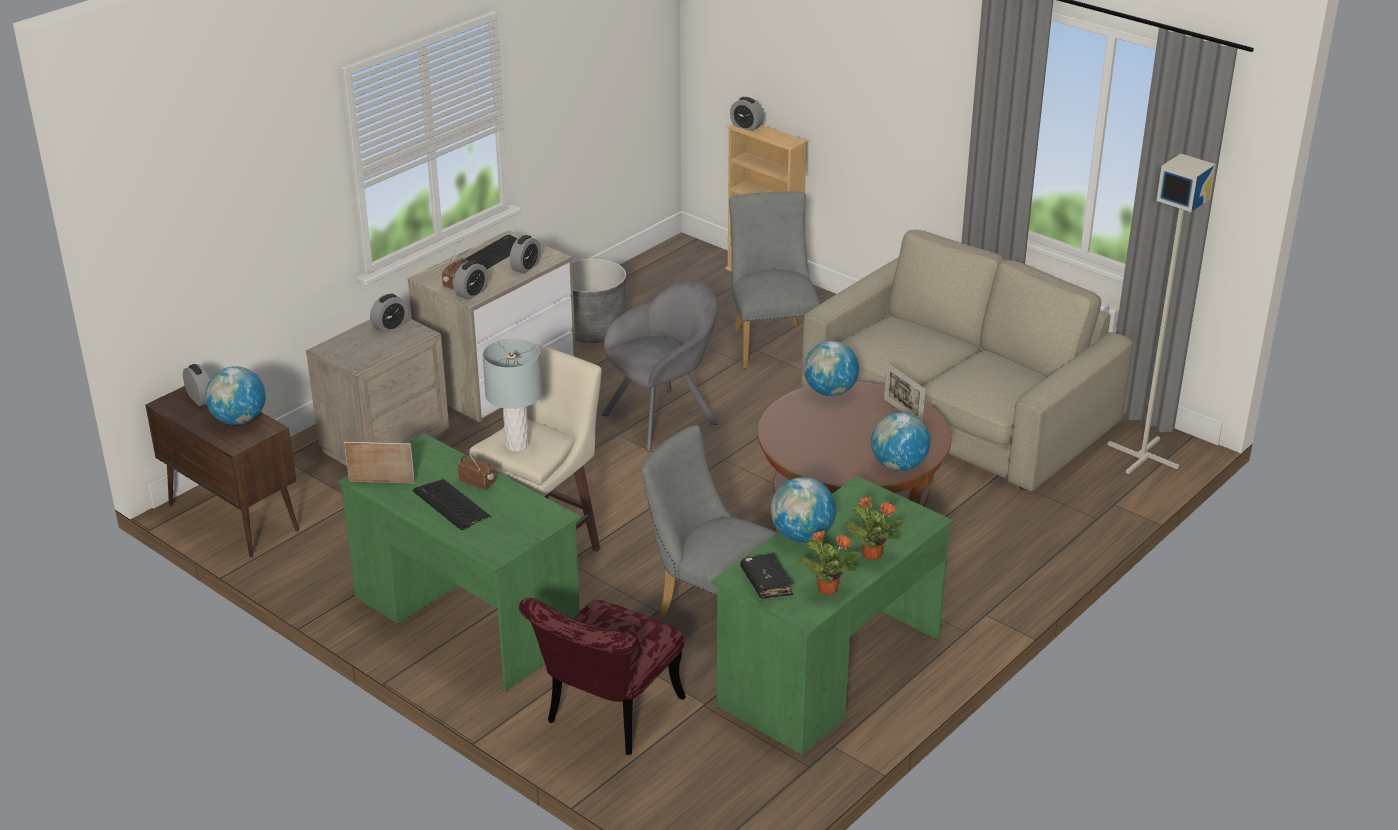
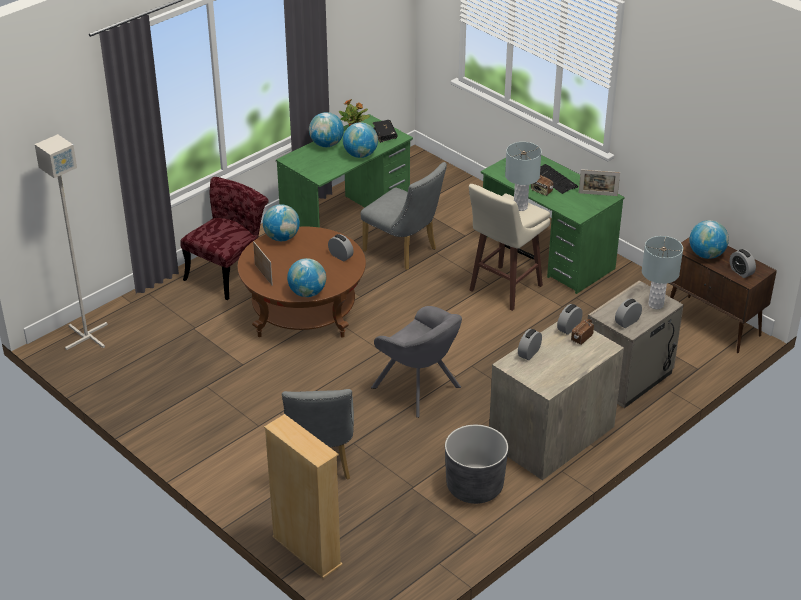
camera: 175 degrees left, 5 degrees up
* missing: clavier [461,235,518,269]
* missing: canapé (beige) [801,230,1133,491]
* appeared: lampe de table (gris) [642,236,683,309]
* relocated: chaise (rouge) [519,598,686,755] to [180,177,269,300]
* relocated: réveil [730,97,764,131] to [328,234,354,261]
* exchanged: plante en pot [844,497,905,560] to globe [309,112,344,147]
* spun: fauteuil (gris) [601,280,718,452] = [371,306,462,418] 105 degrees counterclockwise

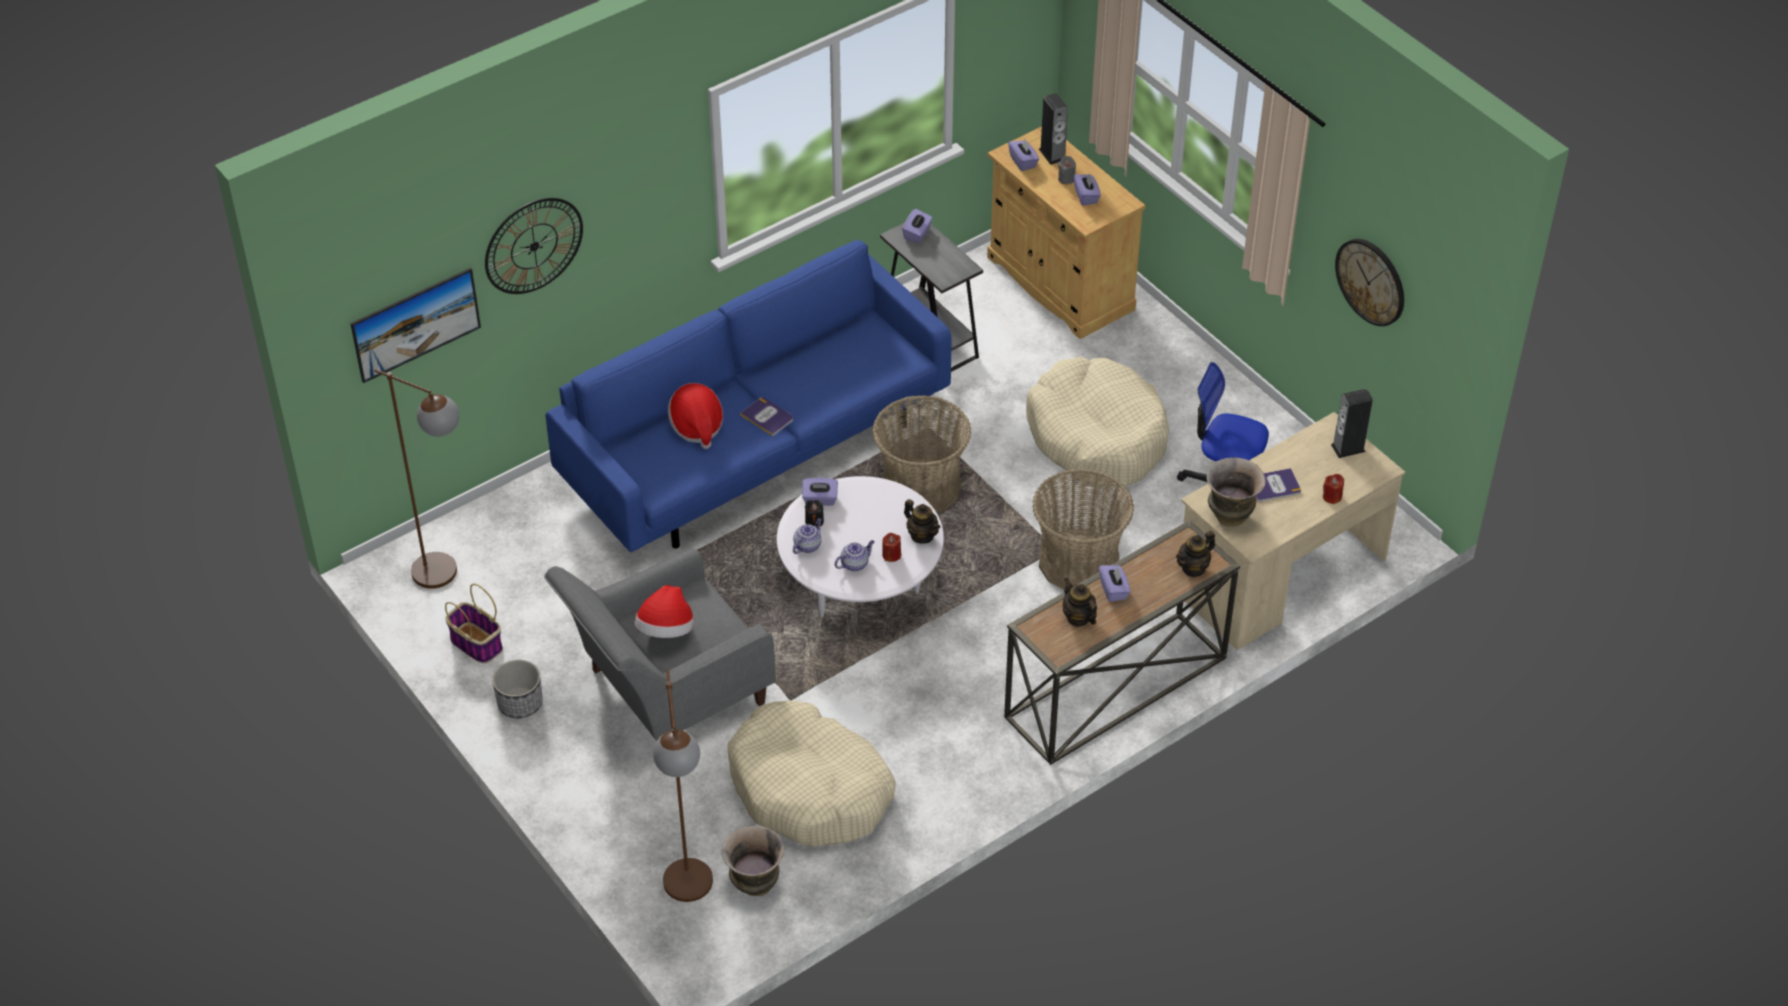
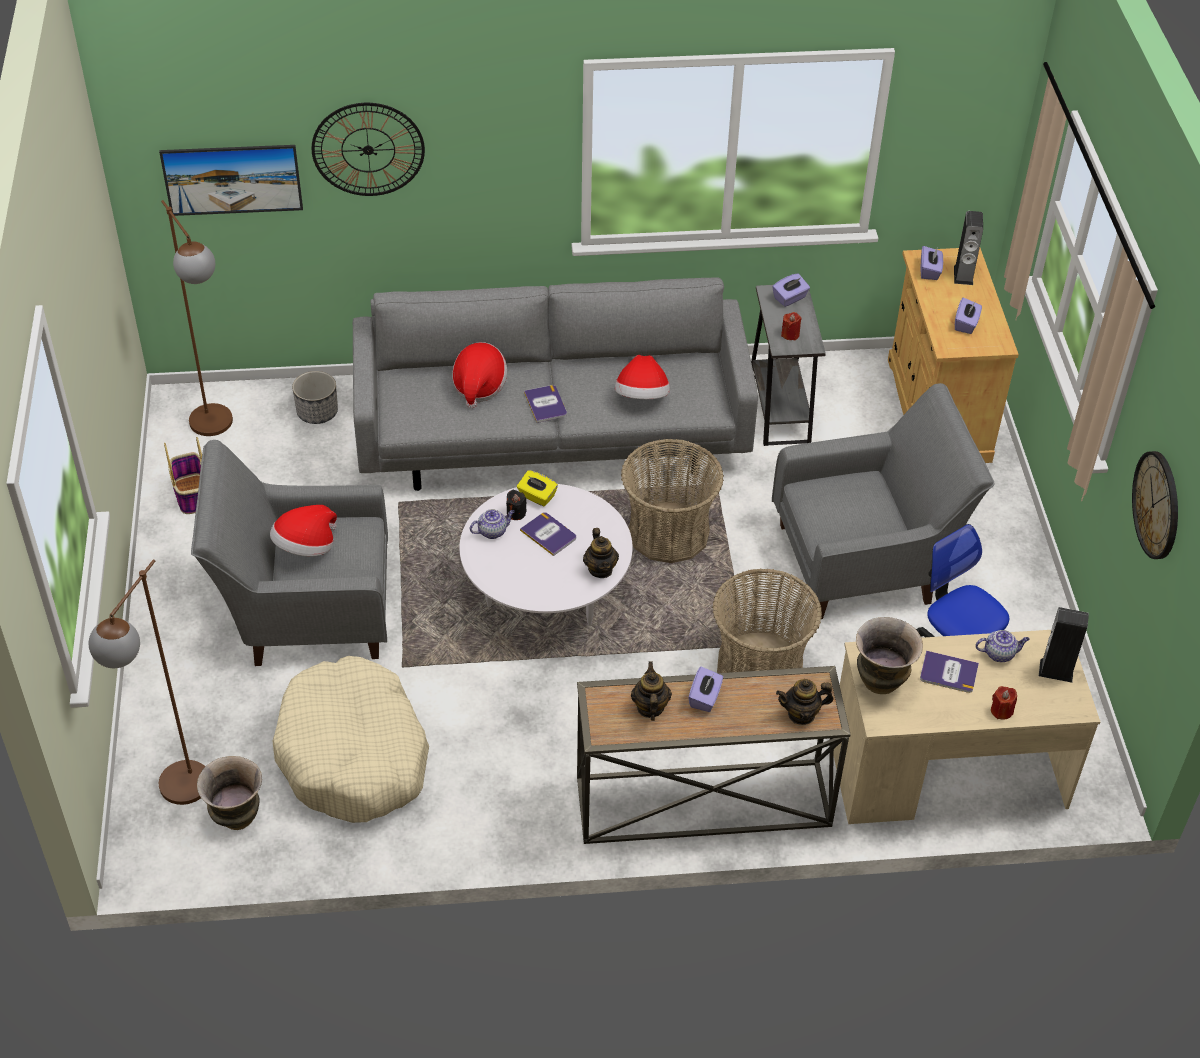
camera: 30 degrees right, 0 degrees up
* missing: bougie (gris) [1058,156,1076,184]
* appeared: livre [520,512,576,556]
* appeared: chapeau [615,355,670,399]
* relocated: cache-pot [492,660,543,718] to [292,371,338,424]
* relocated: théière [835,540,874,571] to [975,630,1030,662]
* relocated: bougie (rouge) [882,533,901,562] to [781,312,802,340]
* exchanged: panier pour chien (beige) [1026,357,1169,487] to fauteuil (gris) [772,383,995,619]
* colour: canapé (bleu) [546,240,952,552] to canapé (gris) [353,277,758,491]
* colour: boîte à mouchoirs (violet) [802,478,838,506] to boîte à mouchoirs (jaune) [517,470,558,506]

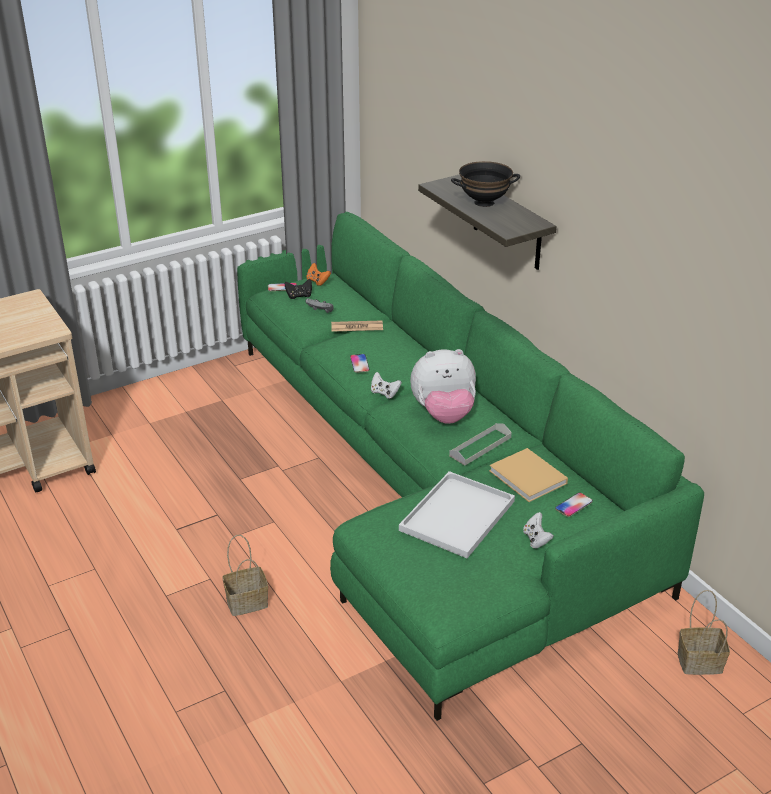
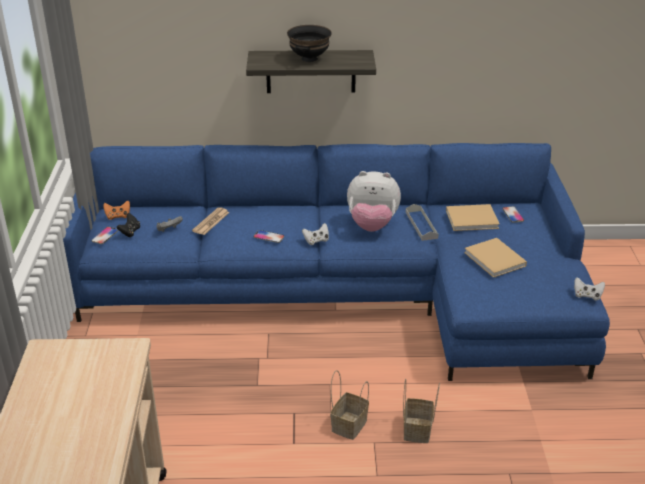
camera: 60 degrees left, 0 degrees up
* relocated: manette (blanc) [523,512,554,549] to [574,277,605,300]
* relocated: panier [678,590,730,675] to [330,370,369,440]
* exchanged: plateau (blanc) [399,471,515,558] to livre (beige) [464,238,527,278]
* colour: canapé (vert) [237,212,704,721] to canapé (bleu) [63,143,610,381]
* spun: peluche [410,349,476,424] = [347,171,401,232] 75 degrees clockwise

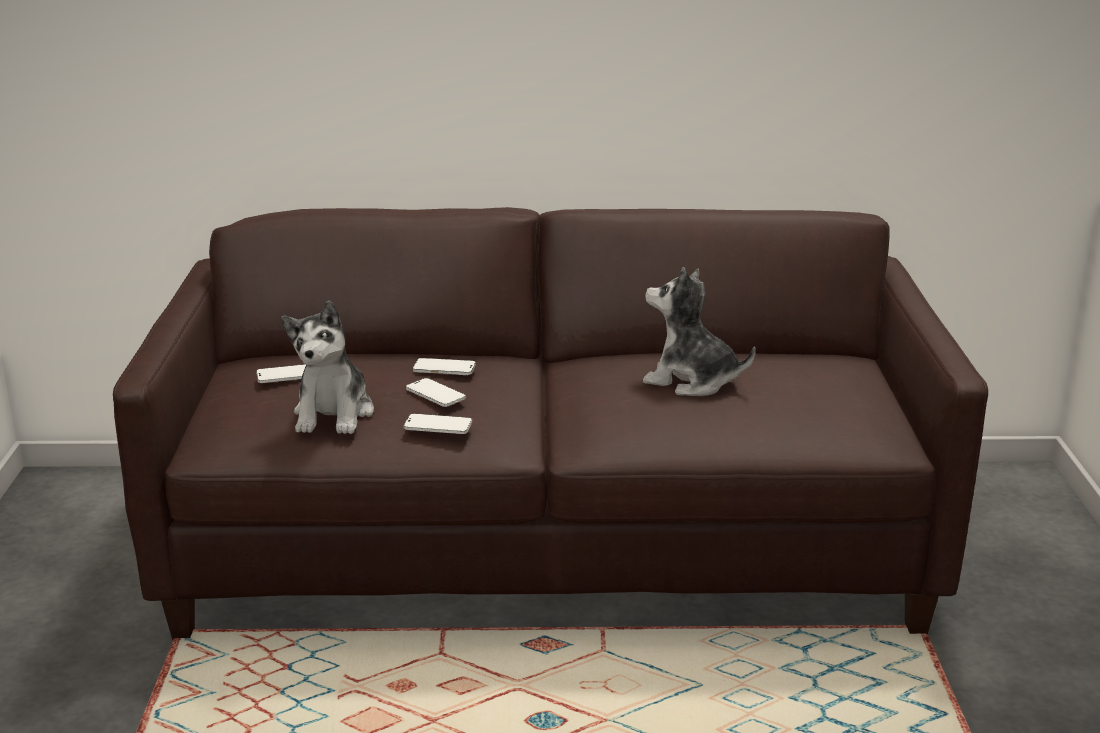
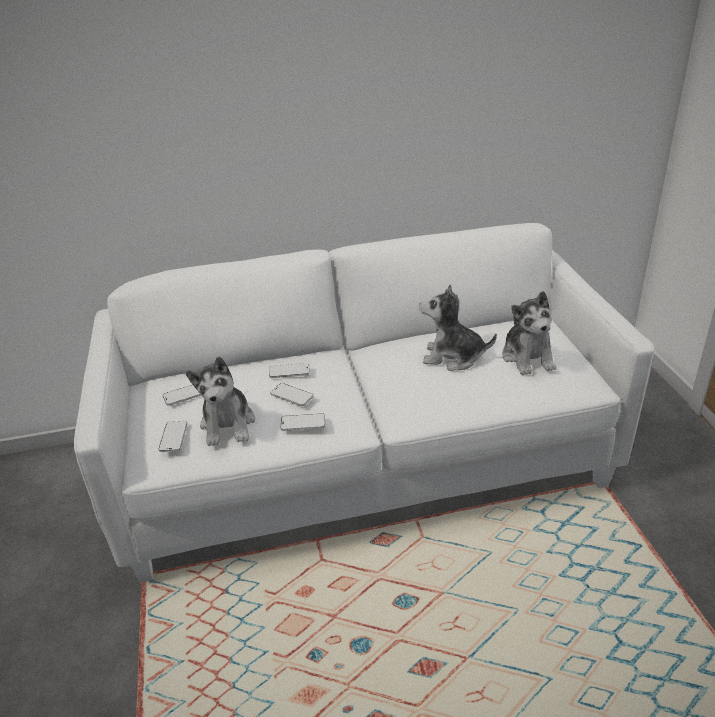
camera: 10 degrees left, 10 degrees up
* appeared: téléphone [158,421,188,452]
* appeared: peluche [502,291,556,375]
* colour: canapé (marron) [113,207,988,640] to canapé (blanc) [74,223,655,583]

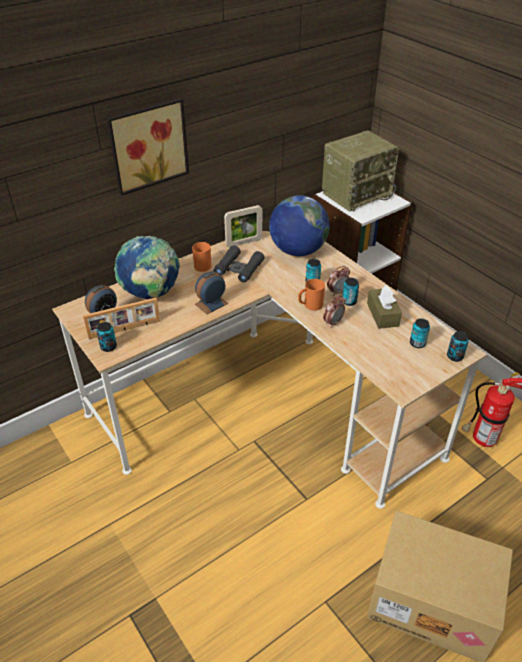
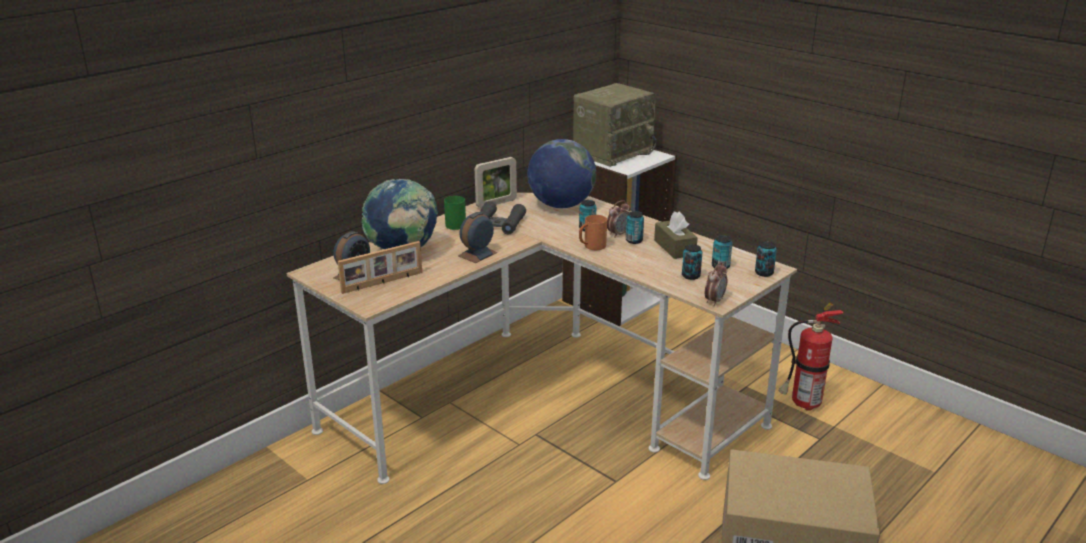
camera: 10 degrees left, 15 degrees down
* missing: tableau [107,98,189,196]
* relocated: boîte métallique [96,322,117,352] to [682,244,702,280]
* relocated: réveil [323,295,345,328] to [705,262,727,306]
* colour: mug (orange) [192,242,212,272] to mug (vert) [444,196,466,230]

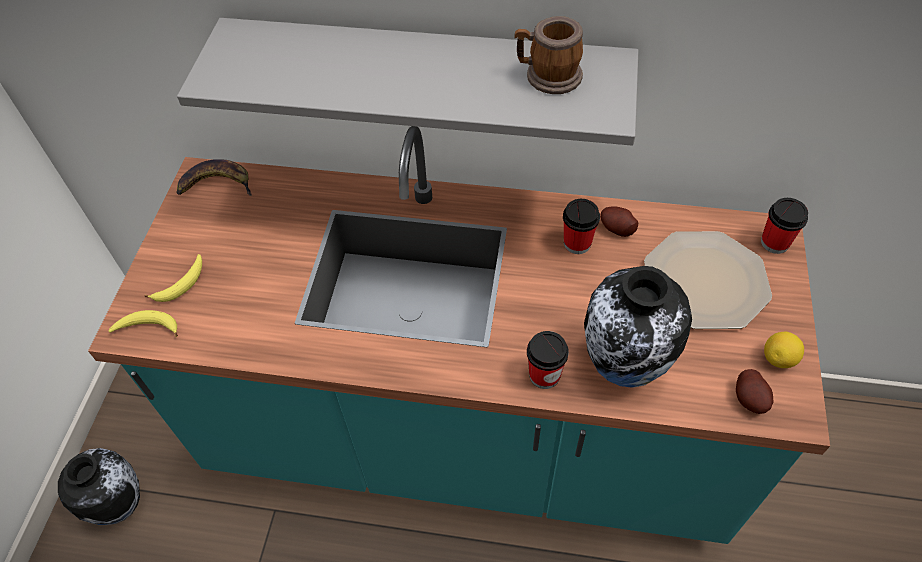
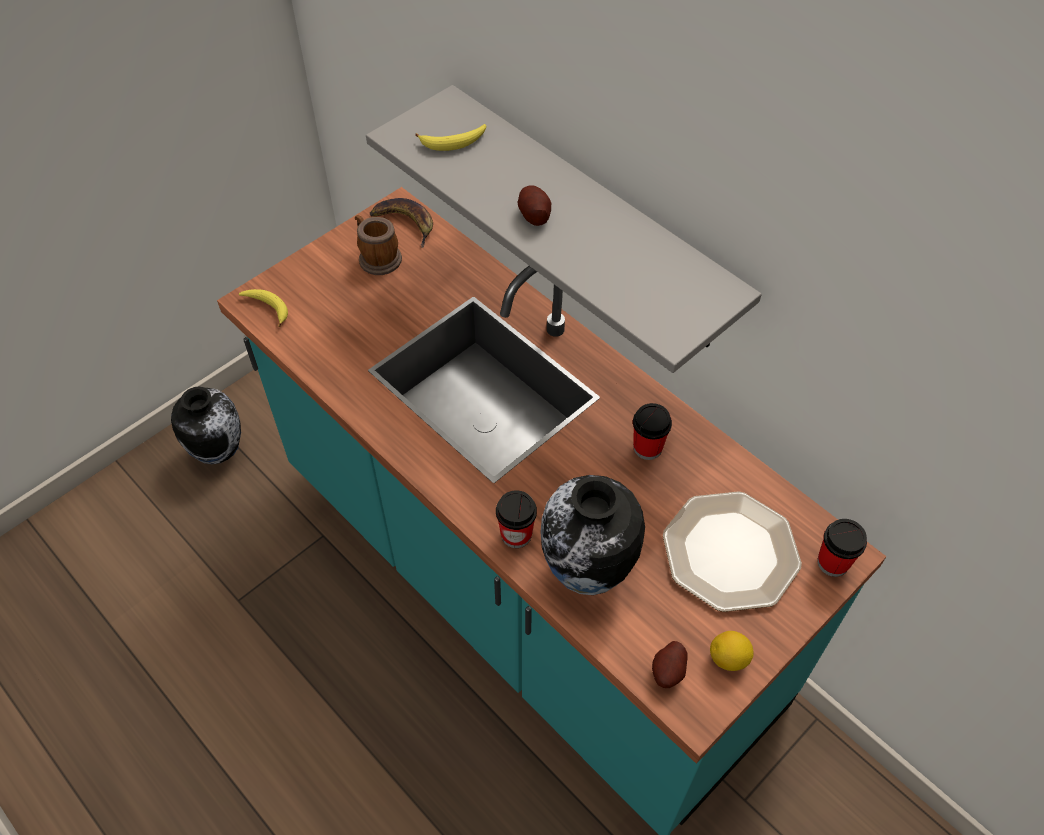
camera: 35 degrees right, 0 degrees up
* relocated: banane [145,254,202,302] to [415,124,486,151]
* relocated: mug [514,16,583,94] to [355,215,402,275]
* relocated: pomme de terre [600,206,638,237] to [517,186,551,226]

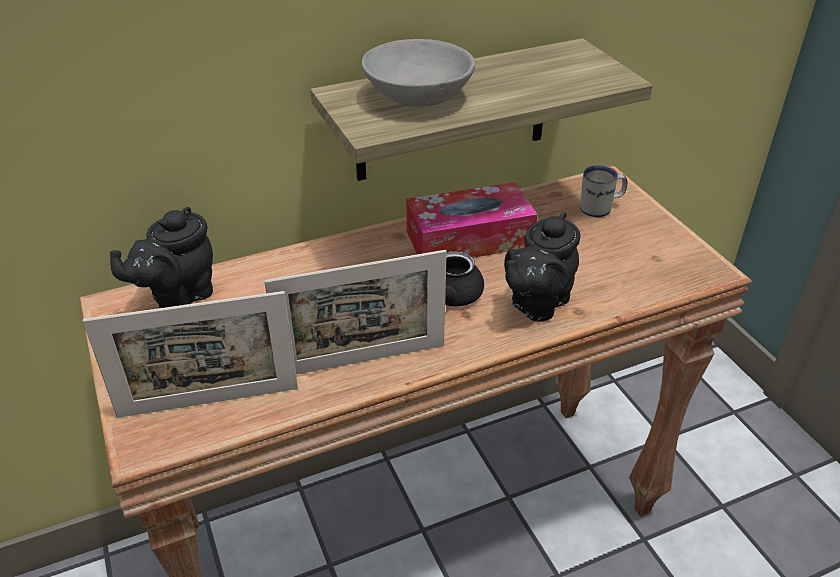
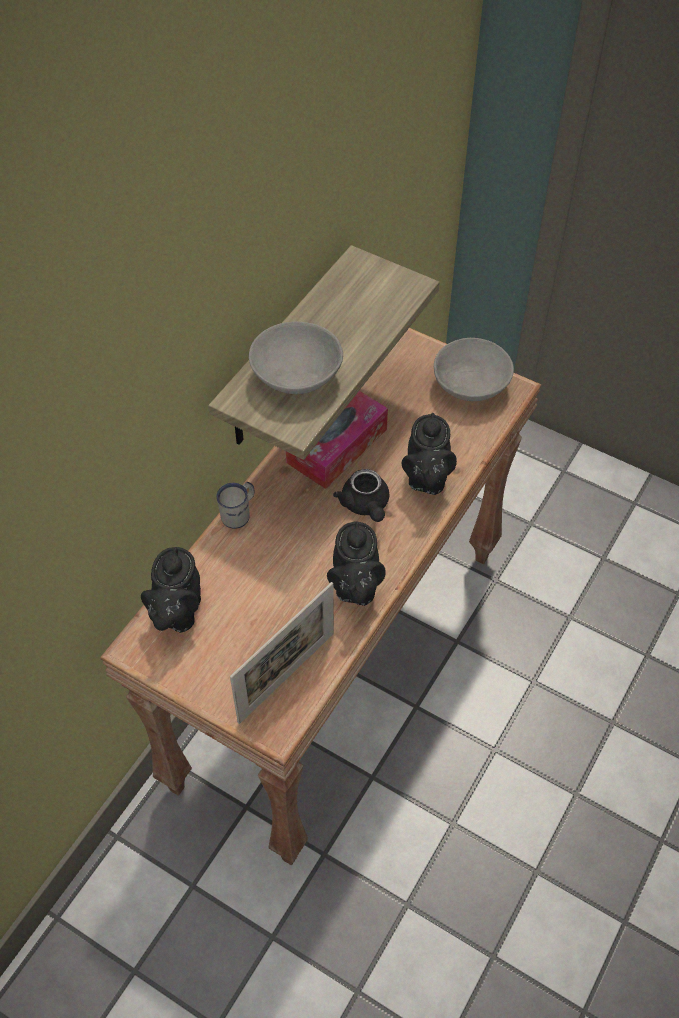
camera: 35 degrees left, 15 degrees up
* appeared: bol (gris) [434,338,514,401]
* relocated: mug (blanc) [580,165,627,217] to [216,482,255,529]
* exchanged: cadre photo [264,250,447,375] to théière (noir) [327,522,386,606]

